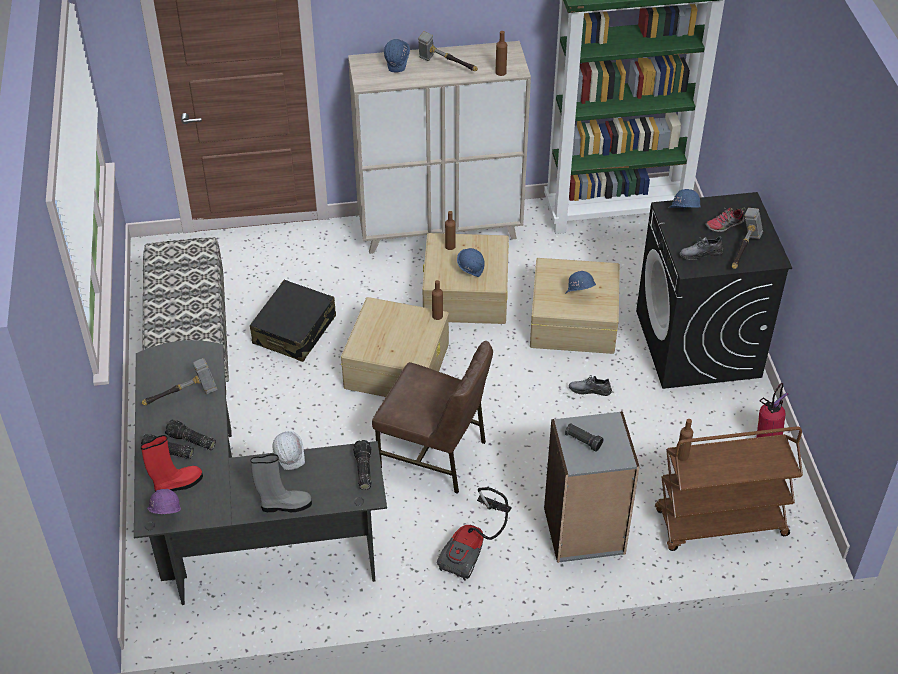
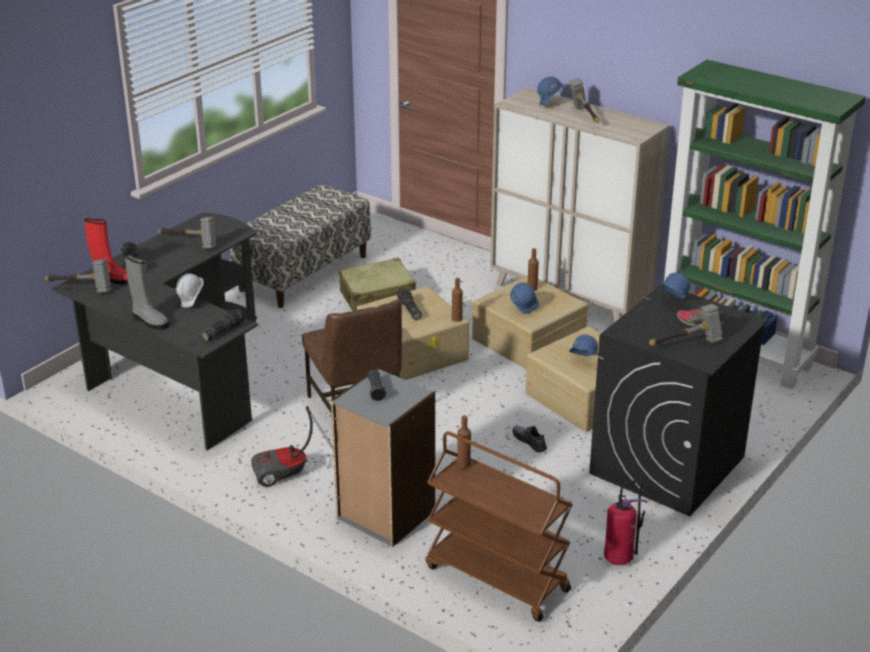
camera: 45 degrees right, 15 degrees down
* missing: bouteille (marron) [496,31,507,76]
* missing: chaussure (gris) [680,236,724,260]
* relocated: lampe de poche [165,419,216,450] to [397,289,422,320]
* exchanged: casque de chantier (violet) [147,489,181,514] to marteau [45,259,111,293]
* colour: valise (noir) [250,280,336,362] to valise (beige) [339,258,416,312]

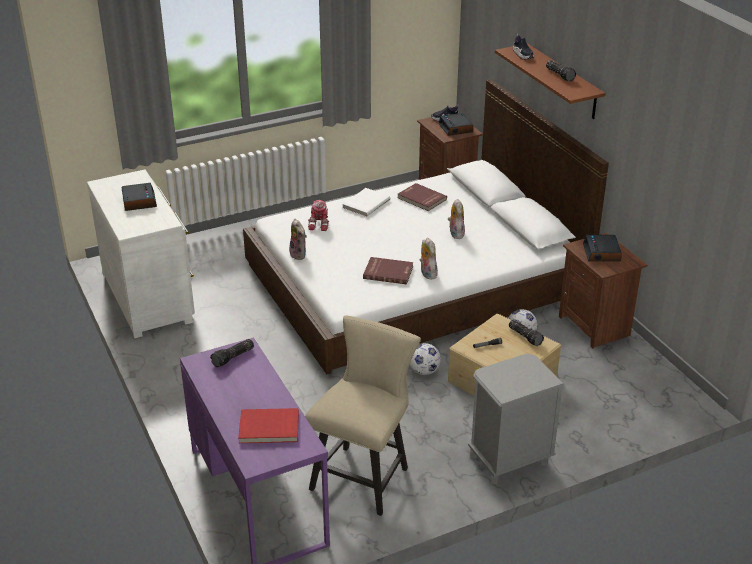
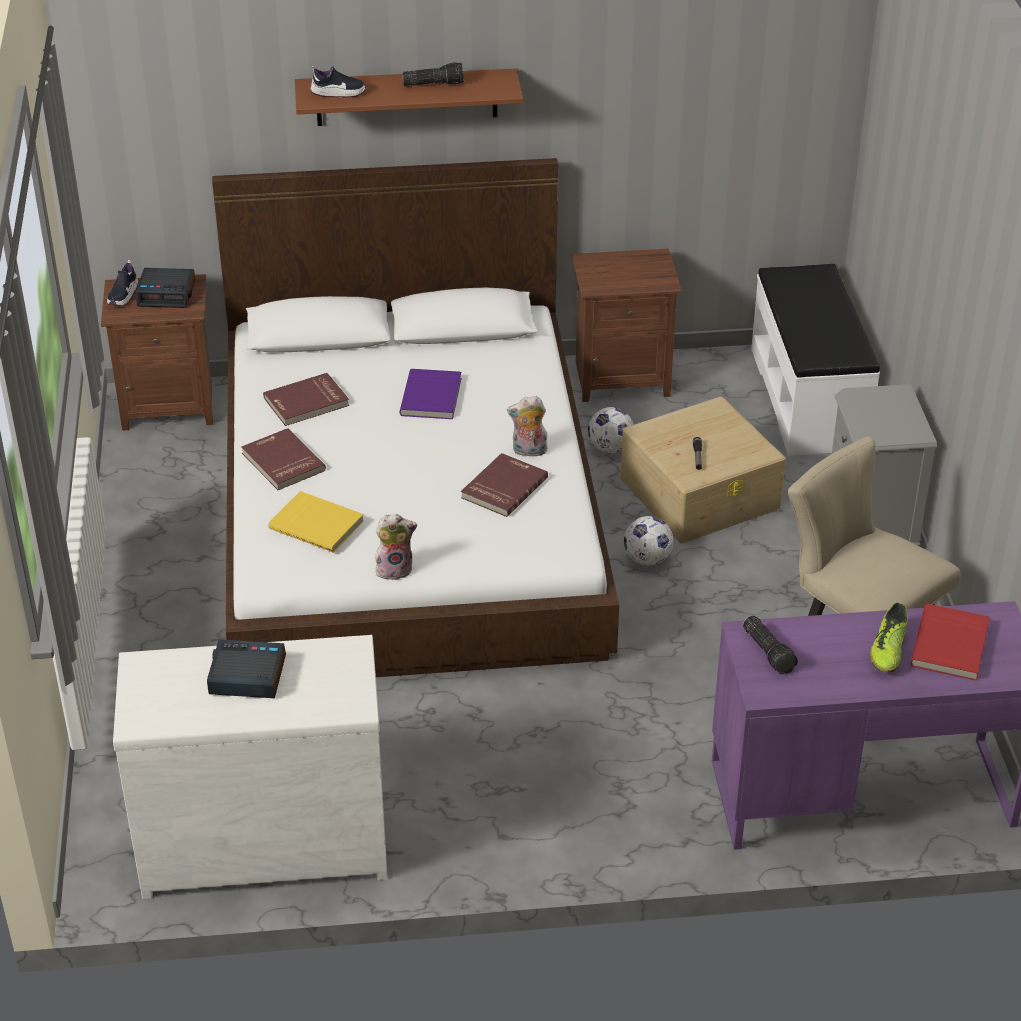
camera: 70 degrees left, 5 degrees up
* missing: lampe de poche [509,319,544,346]
* missing: réveil [583,235,622,262]
* appeared: banc (blanc) [751,264,880,456]
* appeared: chaussure [870,603,908,673]
* exchanged: robot jouet [308,200,329,231] to livre (jaune) [269,491,364,553]
* exchanged: peluche [448,199,465,239] to livre (violet) [400,369,462,419]
* colour: livre (blanc) [343,188,390,217] to livre (rouge) [241,428,326,490]

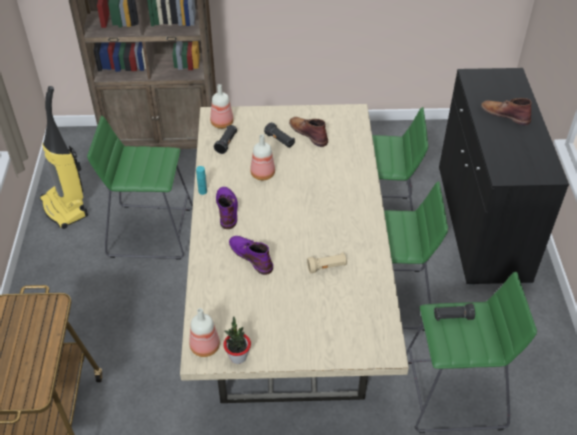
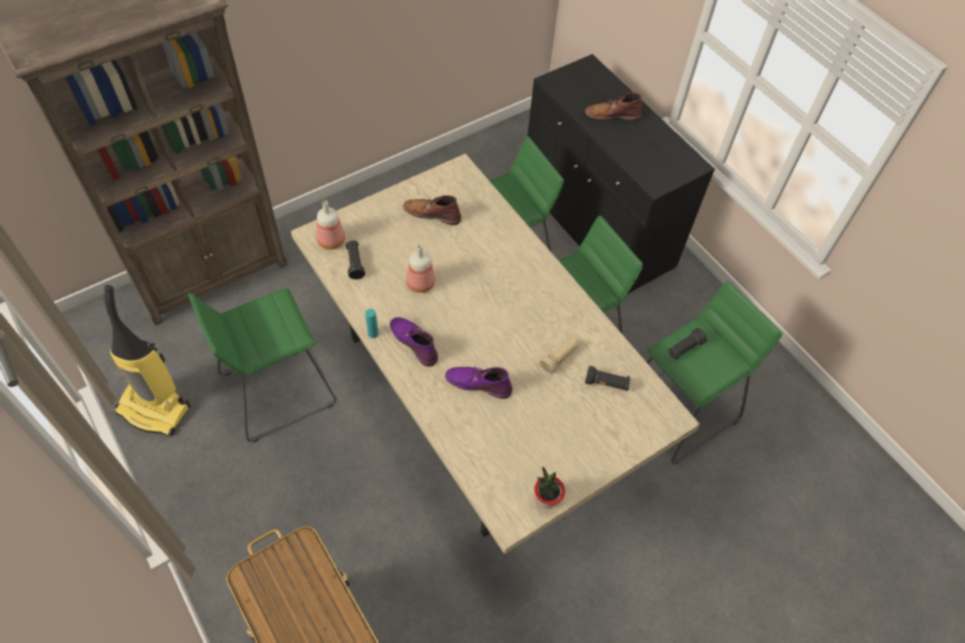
camera: 35 degrees left, 10 degrees up
* missing: bouteille [189,308,220,357]
* relocated: lampe de poche (noir) [264,122,295,148] to [585,366,630,391]

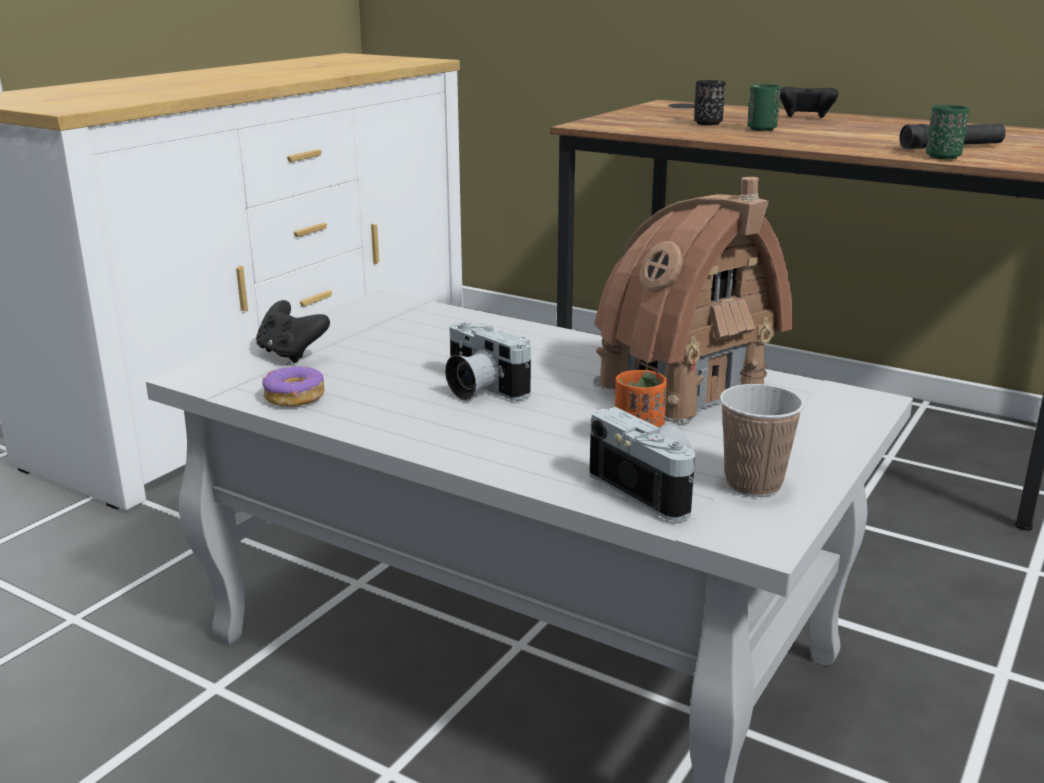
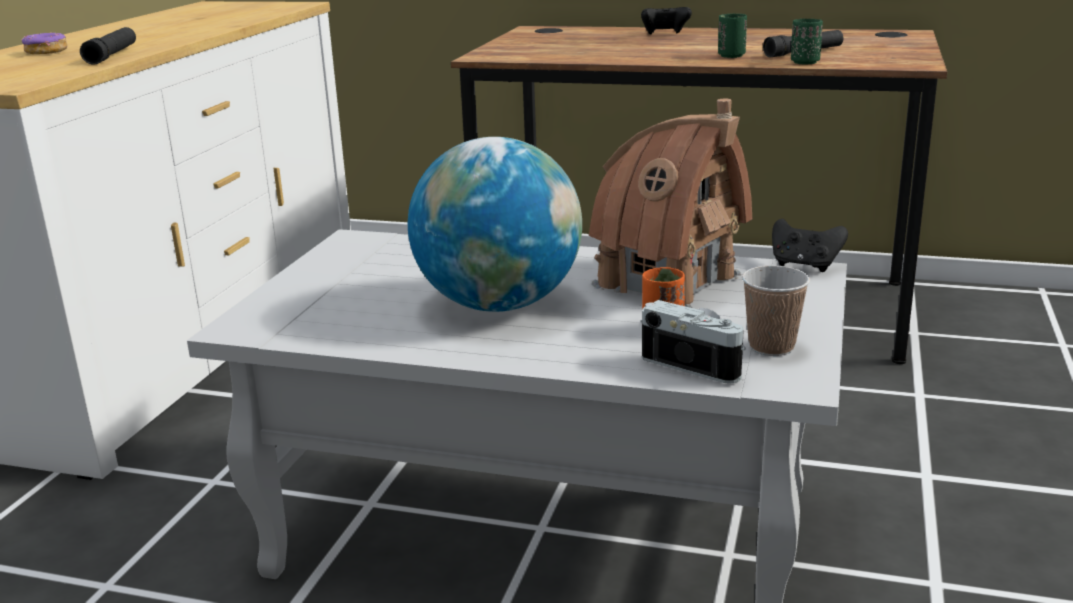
camera: 15 degrees left, 0 degrees up
* missing: tasse (noir) [694,80,725,125]
* appeared: lampe de poche (noir) [80,27,136,65]
* relocated: manette (noir) [256,300,330,363] to [772,219,848,272]
* relocated: beignet [262,366,325,406] to [21,32,67,54]
* relocated: tasse (vert) [748,84,781,131] to [718,14,747,58]
* exchanged: appareil photo [445,322,531,401] to globe [408,137,582,312]

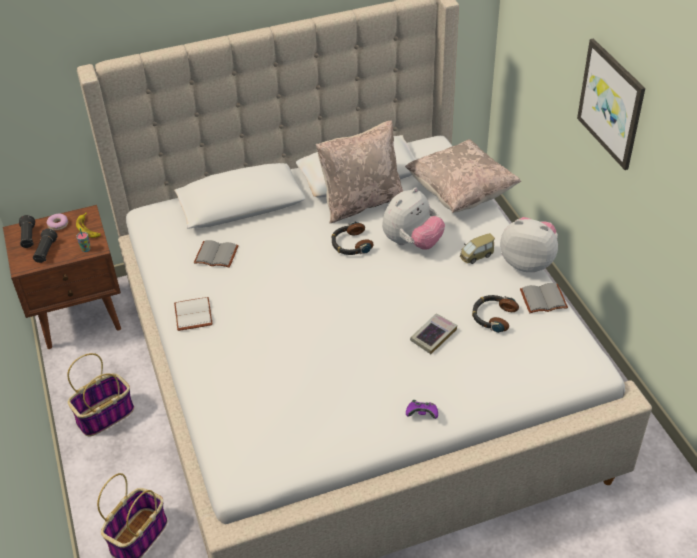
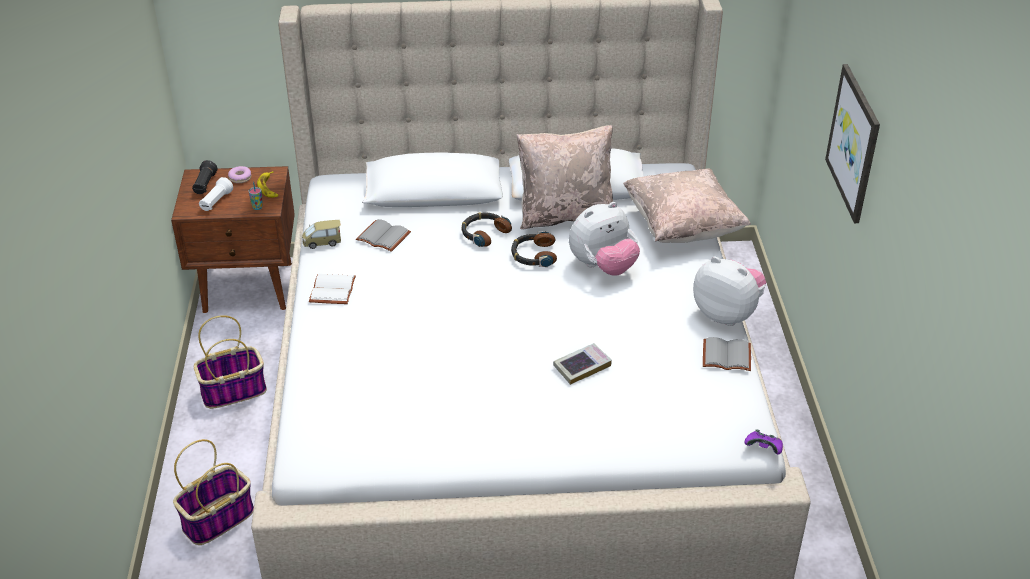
camera: 15 degrees right, 5 degrees down
* relocated: manette (violet) [406,400,438,419] to [745,429,783,455]
* relocated: petite voiture [460,233,495,264] to [302,220,341,249]
* relocated: casque audio [472,295,519,333] to [461,212,512,247]
* colour: lampe de poche (noir) [33,228,57,263] to lampe de poche (blanc) [199,177,233,211]

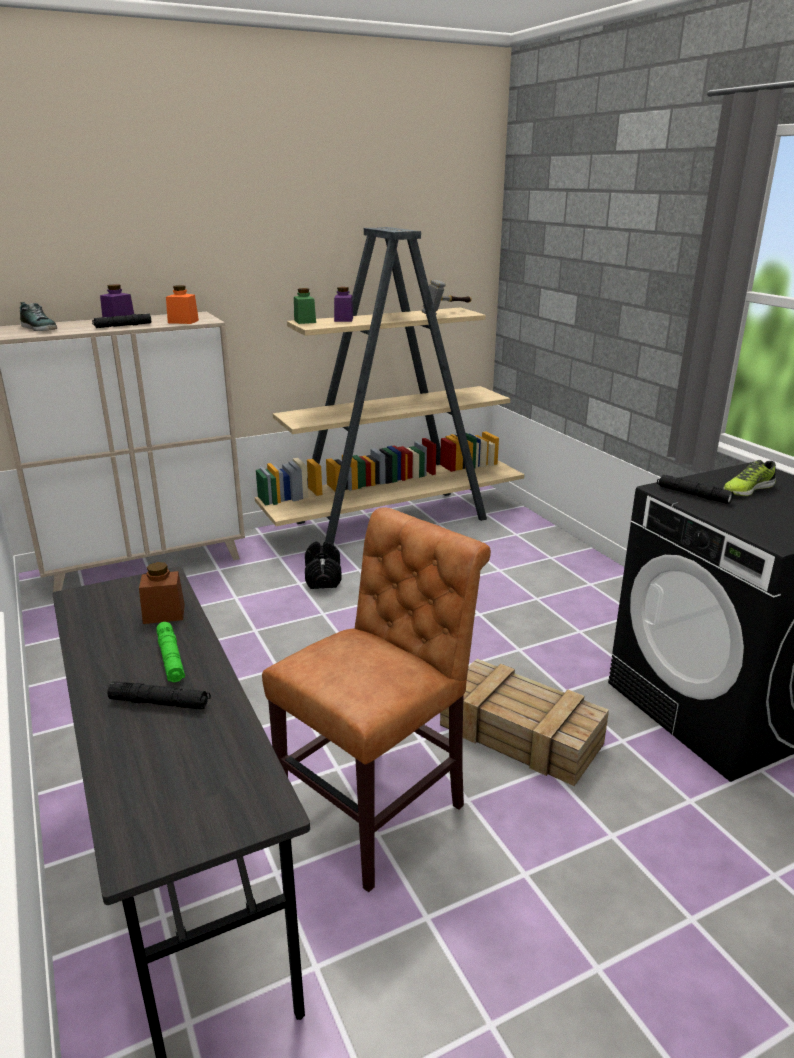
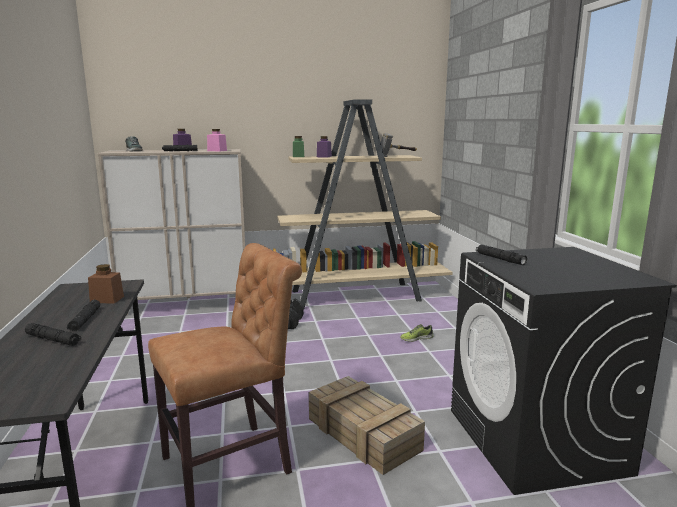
camera: 15 degrees right, 10 degrees down
* relocated: chaussure [723,460,776,496] to [400,324,434,342]
* colour: lampe de poche (vert) [156,622,185,682] to lampe de poche (noir) [67,300,100,331]
* colour: bocal (orange) [166,285,199,324] to bocal (rose) [207,129,227,151]

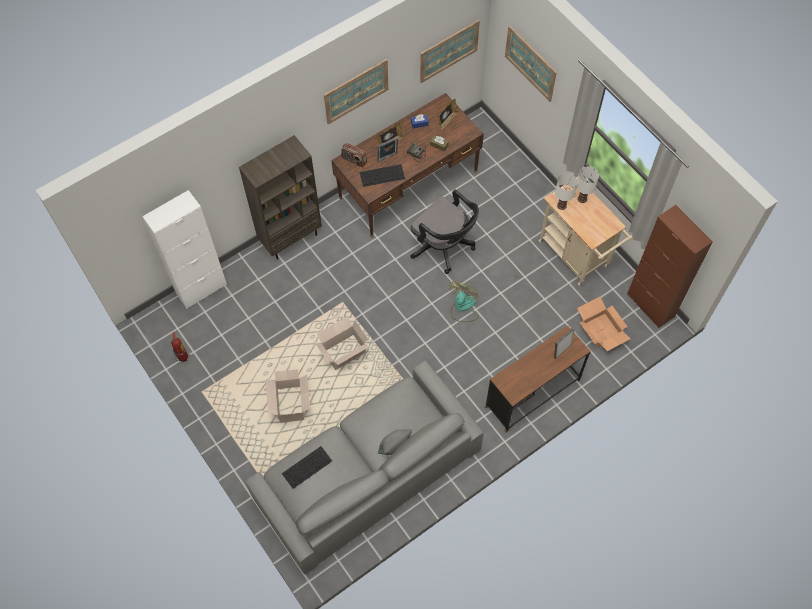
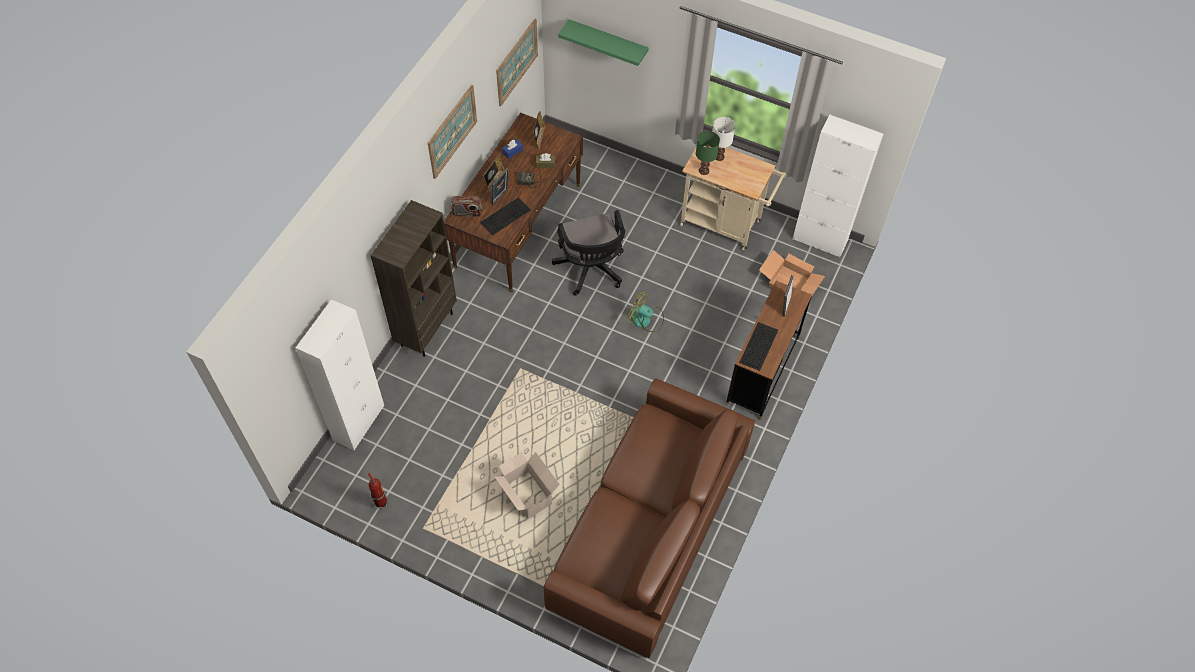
camera: 30 degrees left, 5 degrees down
* missing: carton [316,316,368,370]
* missing: coussin (gris) [378,429,412,455]
* relocated: clavier [282,446,332,489] to [739,322,778,371]
* exchanged: tableau [505,26,557,102] to étagère (vert) [558,19,649,66]
* colour: canapé (gris) [245,361,484,574] to canapé (marron) [544,378,755,658]
* colour: lampe de table (blanc) [555,173,578,210] to lampe de table (vert) [696,131,720,175]
* colour: meuble de rangement (marron) [627,205,713,328] to meuble de rangement (blanc) [792,115,883,258]
* spun: chaise de bureau (noir) [410,190,479,274] = [552,210,625,296] 60 degrees clockwise
* spun: ventilateur [449,281,478,322] = [627,291,664,332] 60 degrees counterclockwise

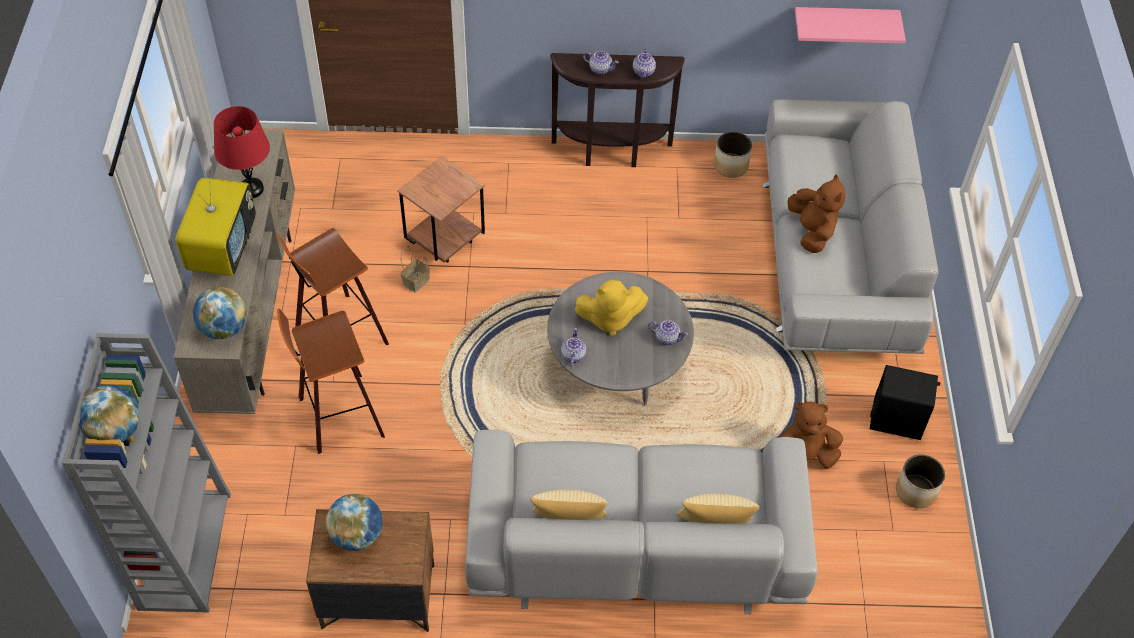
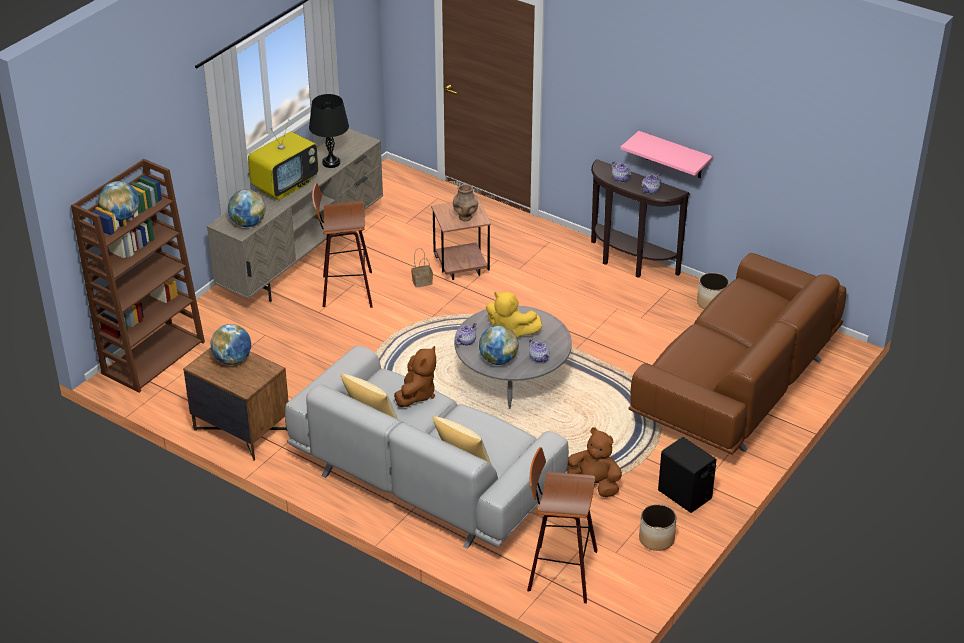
camera: 35 degrees right, 15 degrees down
* appeared: vase (marron) [453,184,478,221]
* appeared: globe [479,325,518,365]
* relocated: tabouret [277,309,385,454] to [527,447,597,604]
* relocated: peluche (marron) [787,175,845,253] to [394,346,436,407]
* relocated: étagère (rose) [795,7,906,44] to [620,131,713,178]
* colour: bibliothèque (gris) [62,333,231,612] to bibliothèque (marron) [71,159,205,393]
* colour: lampe de table (rouge) [214,106,270,198] to lampe de table (noir) [309,94,349,168]
* colour: canapé (gris) [763,99,938,354] to canapé (marron) [629,253,846,455]

